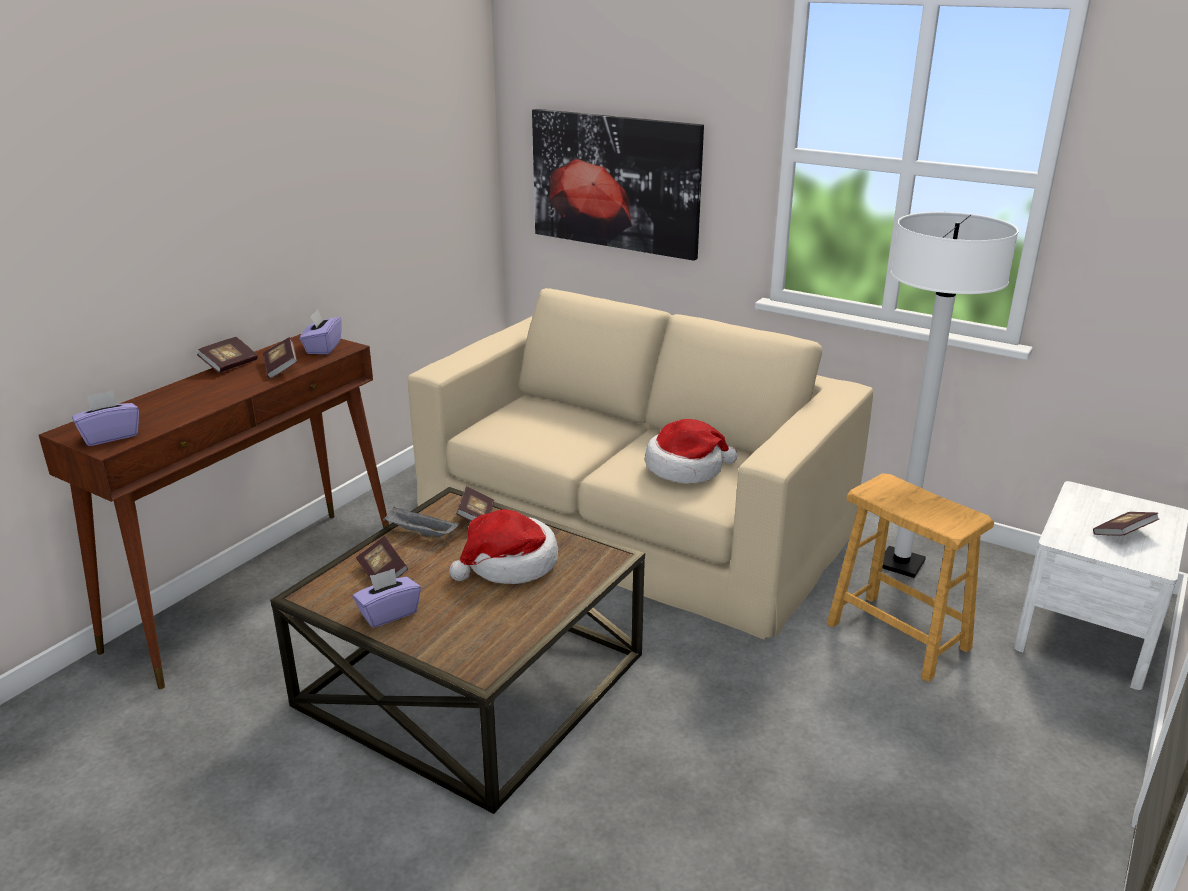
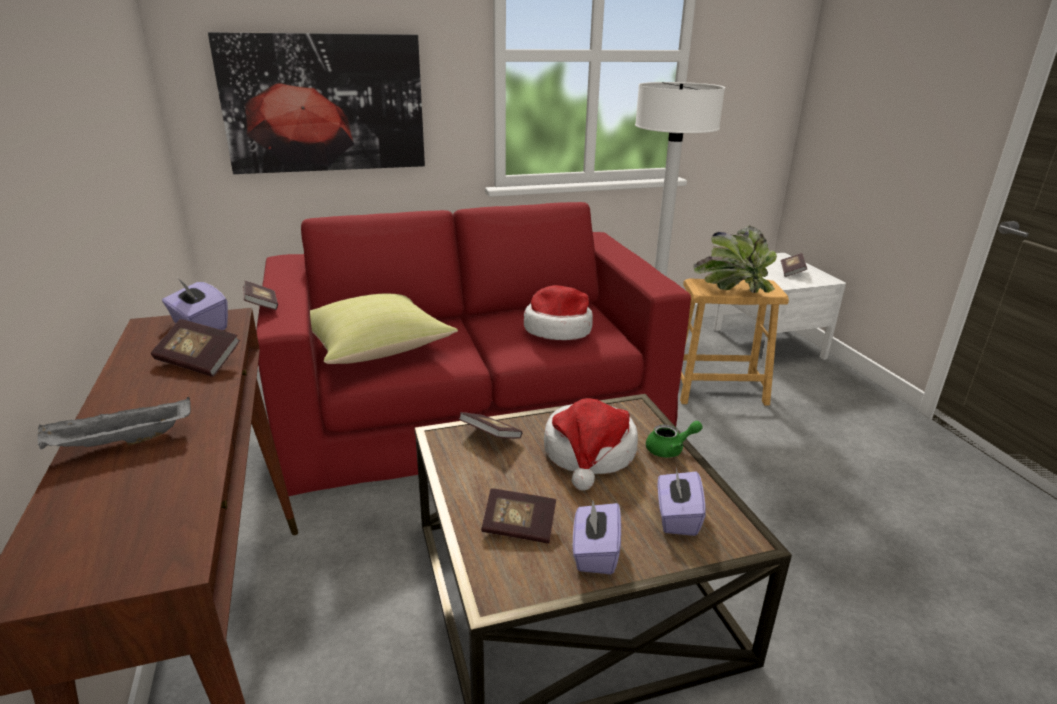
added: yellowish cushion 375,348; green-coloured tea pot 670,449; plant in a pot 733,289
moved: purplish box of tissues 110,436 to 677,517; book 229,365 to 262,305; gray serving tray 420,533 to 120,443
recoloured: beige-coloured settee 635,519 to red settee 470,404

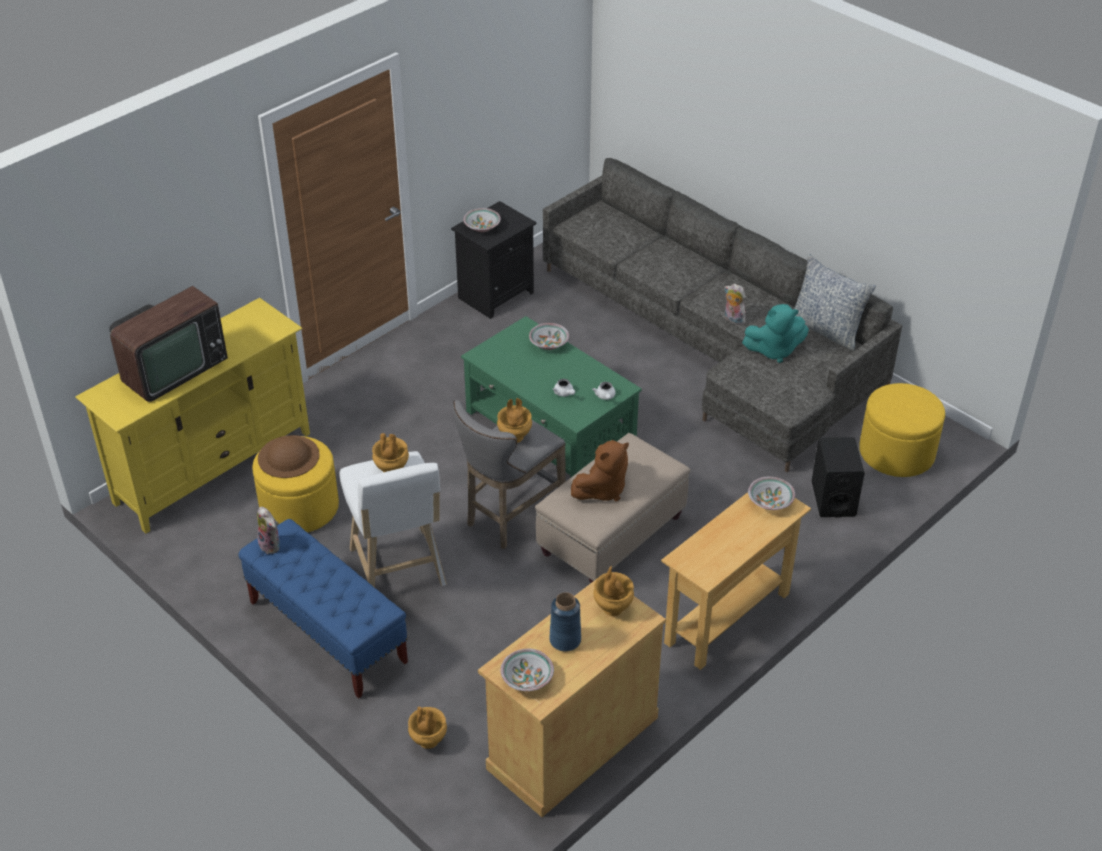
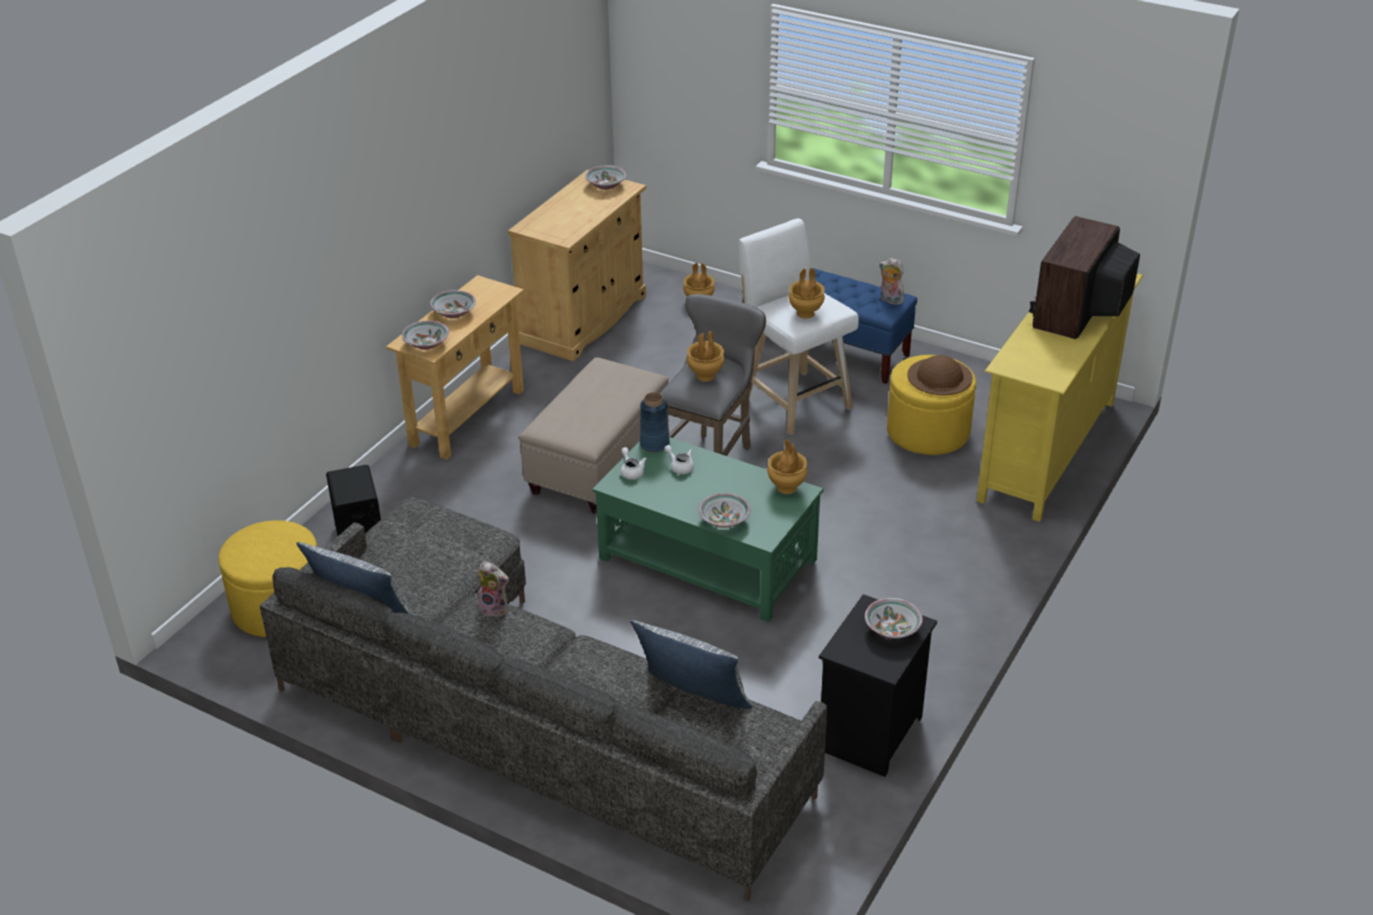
removed: brownish plush toy 602,490; blue-green plush toy 774,350
added: deep dish 453,313; cushion 692,699
moved: blue-coloured vase 565,640 to 654,444; brownish vase 612,608 to 787,488

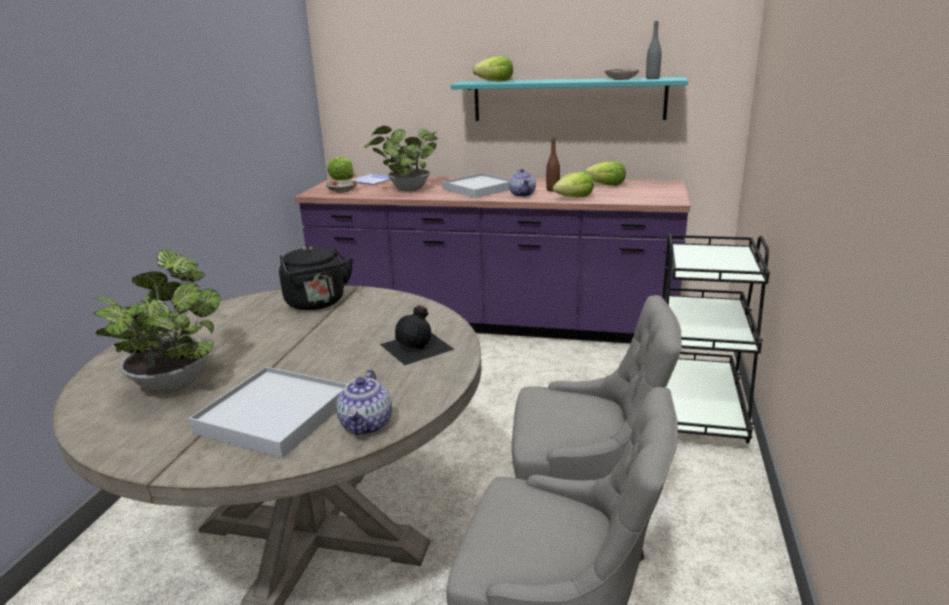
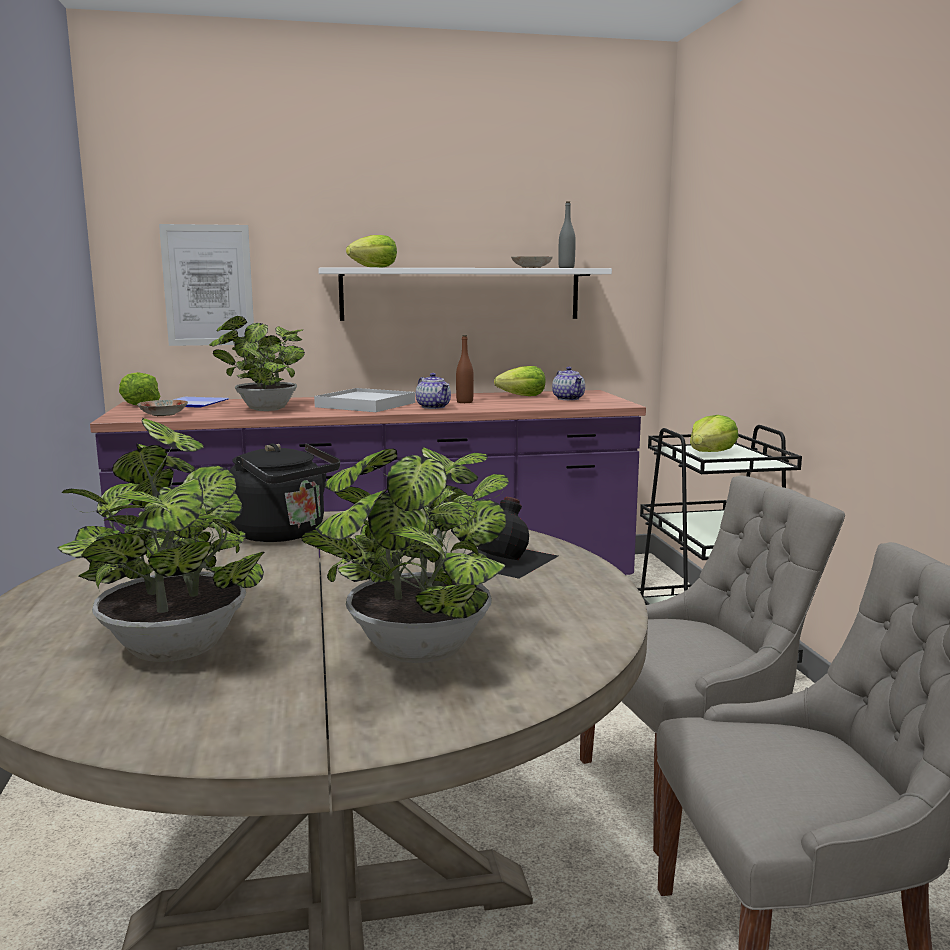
added: wall art 208,285
moved: tea pot 367,425 to 569,398; lettuce 574,198 to 711,453
replaced: white serving tray 275,415 to plant in a pot 415,655
recoloured: blue-green shelf 568,99 to white shelf 461,294

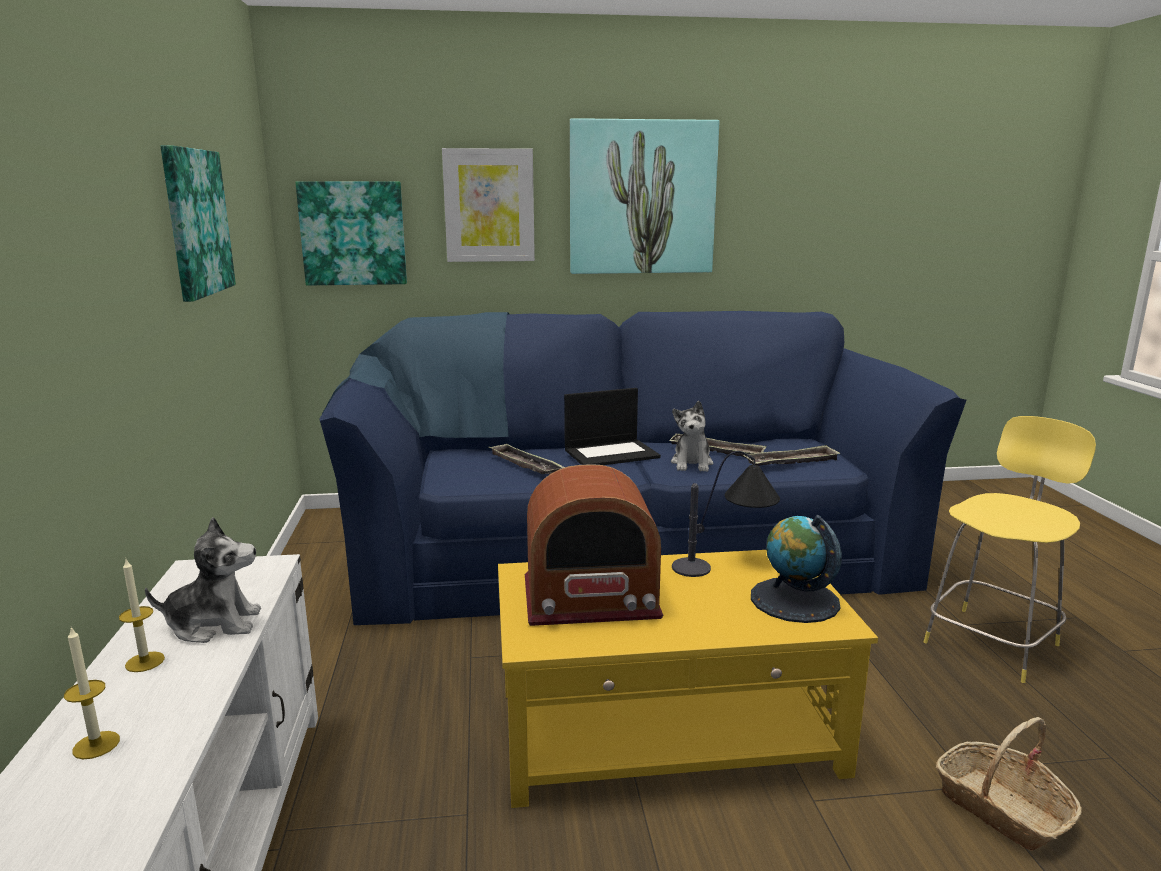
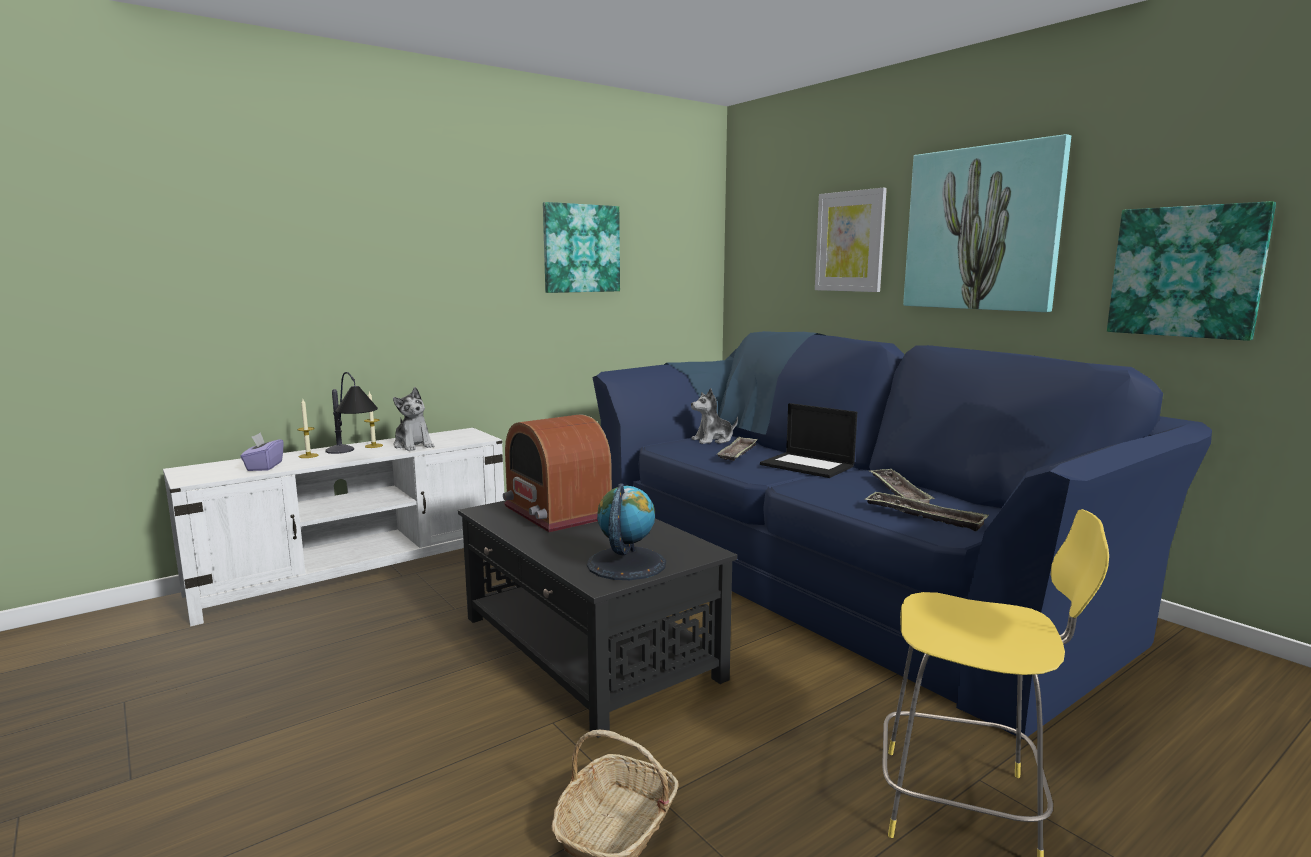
added: purplish box of tissues 264,466
moved: wall art 353,233 to 1186,272; plush toy 692,463 to 713,440; table lamp 726,562 to 353,455
recoloured: yellowish low table 668,731 to blackish low table 588,647

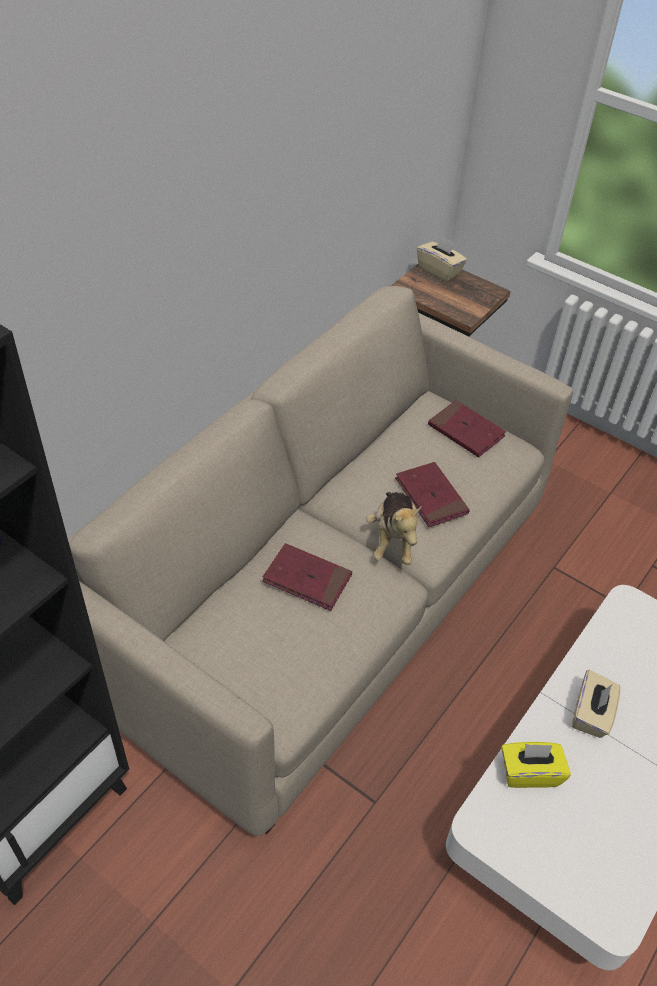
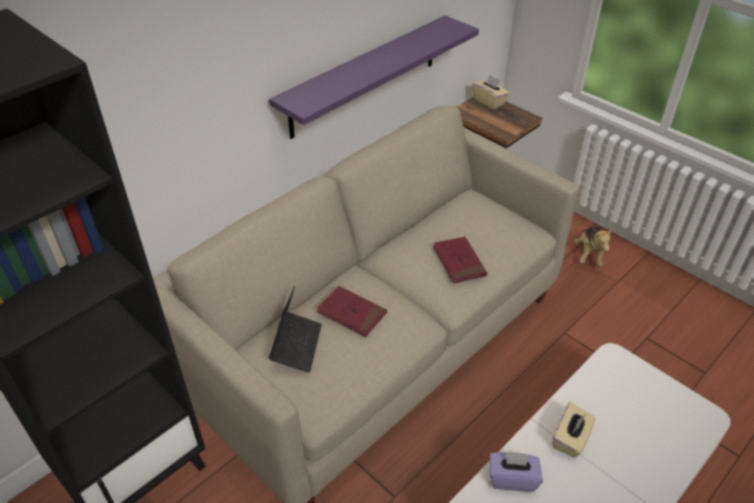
removed: red book 466,431
added: purplish shelf 365,76; portable computer 296,345
moved: plush toy 393,539 to 589,254
recoloured: yellowish box of tissues 529,772 to purplish box of tissues 512,478

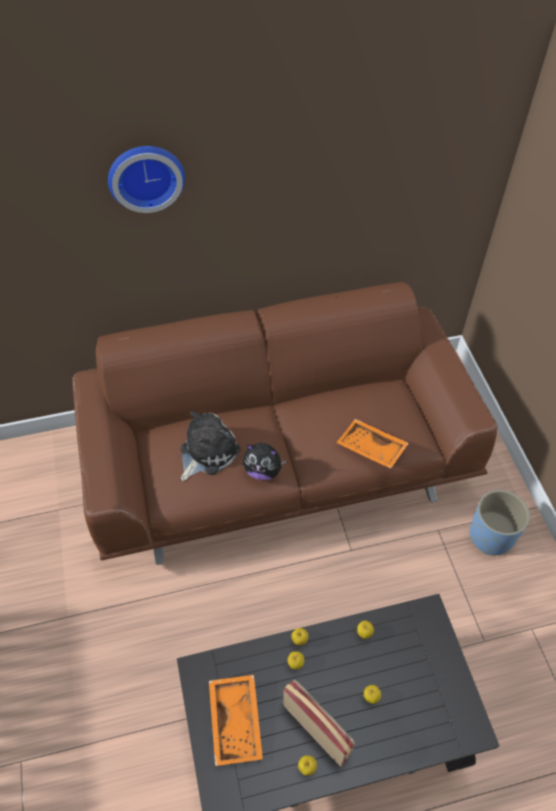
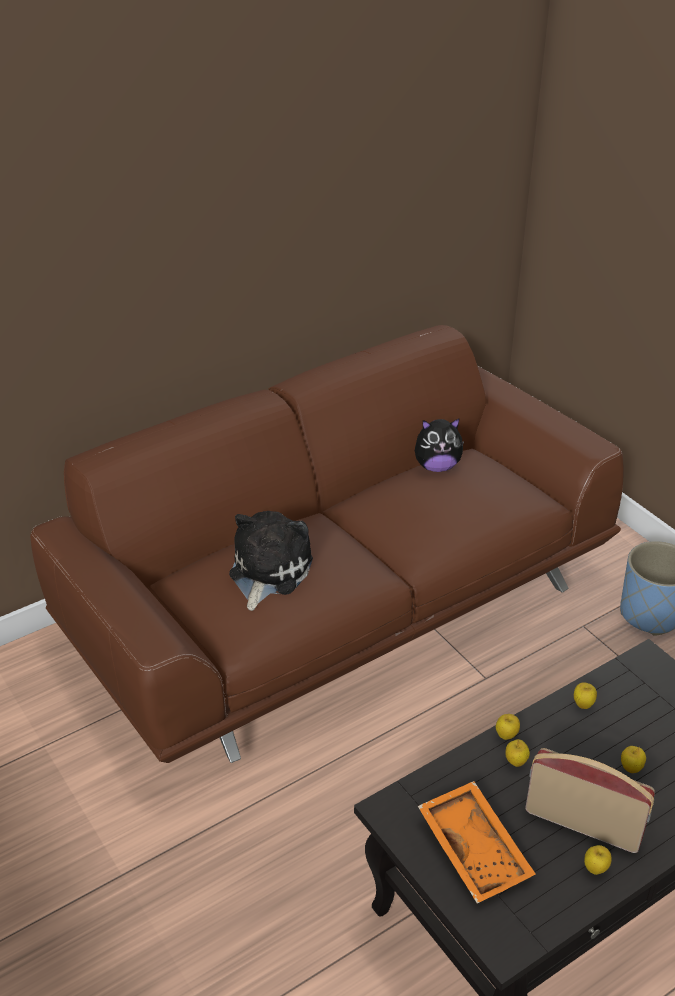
removed: clock on the wall 145,175; orange-coloured serving tray 370,449
moved: plush toy 263,471 to 437,466

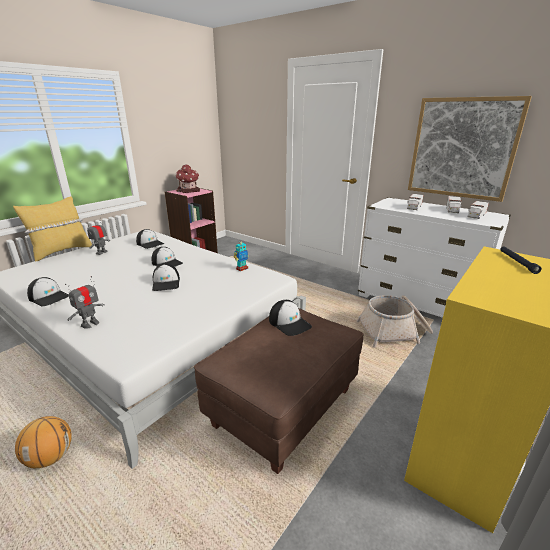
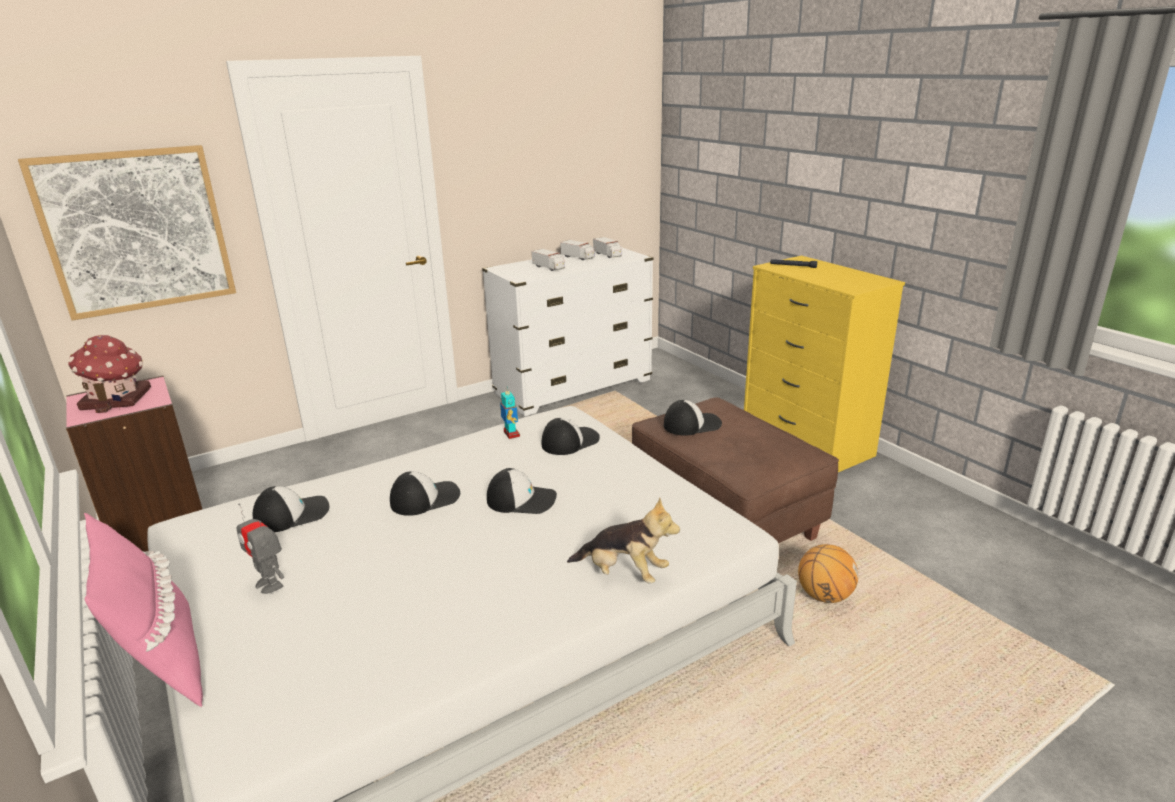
removed: basket 394,331
moved: basketball ball 50,457 to 824,596; peaked cap 49,297 to 569,441; wall art 462,148 to 136,231
replaced: robot figure 90,324 to plush toy 624,573
recoloured: yellowish cushion 61,251 to pink-coloured cushion 164,665

